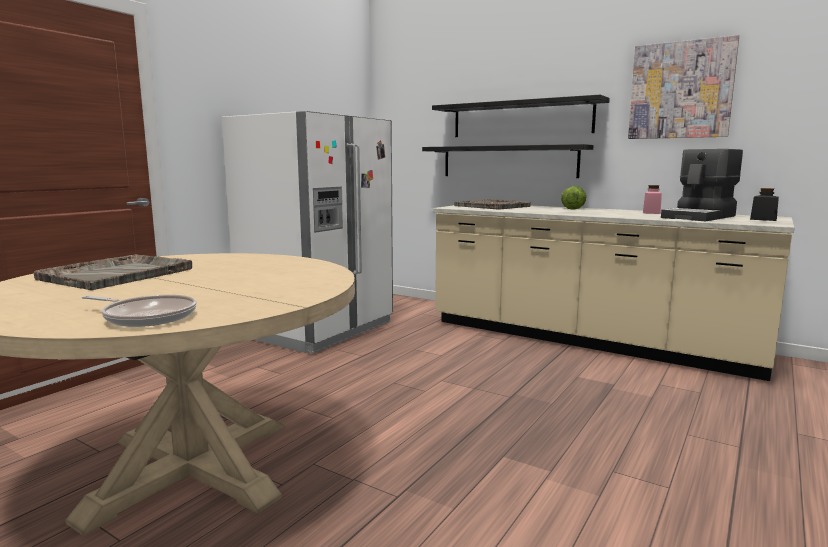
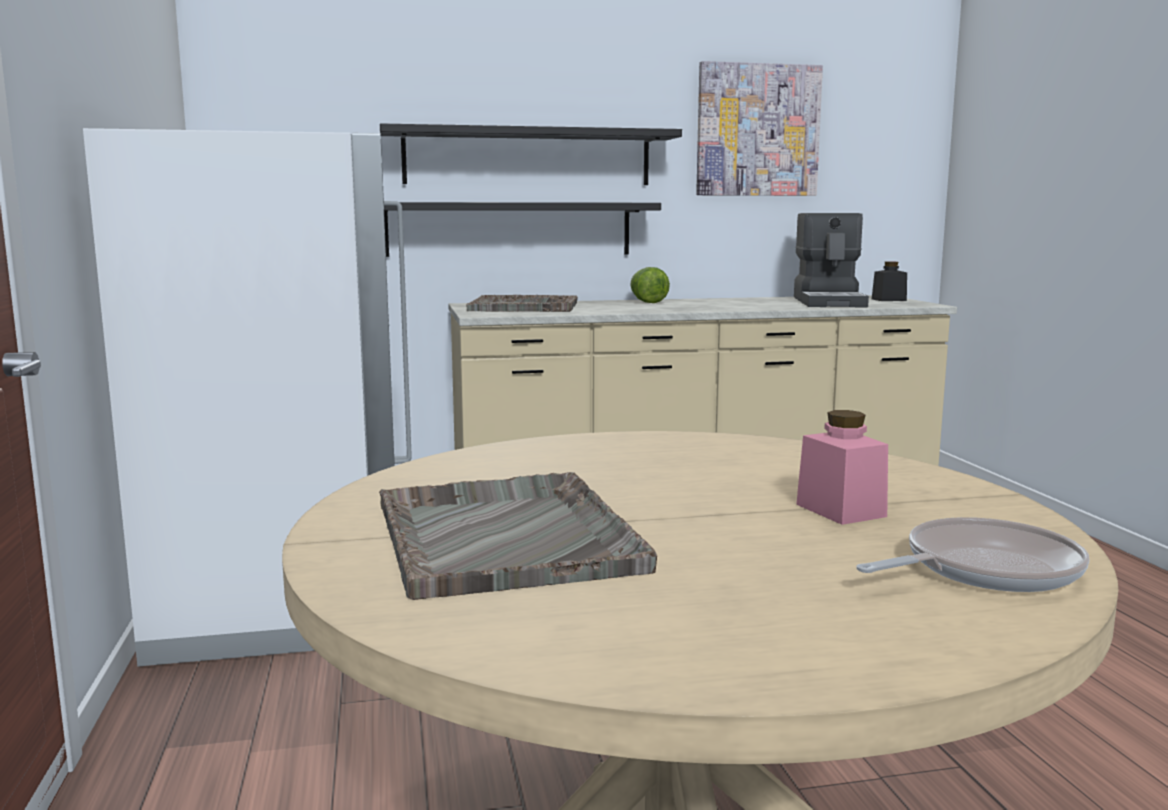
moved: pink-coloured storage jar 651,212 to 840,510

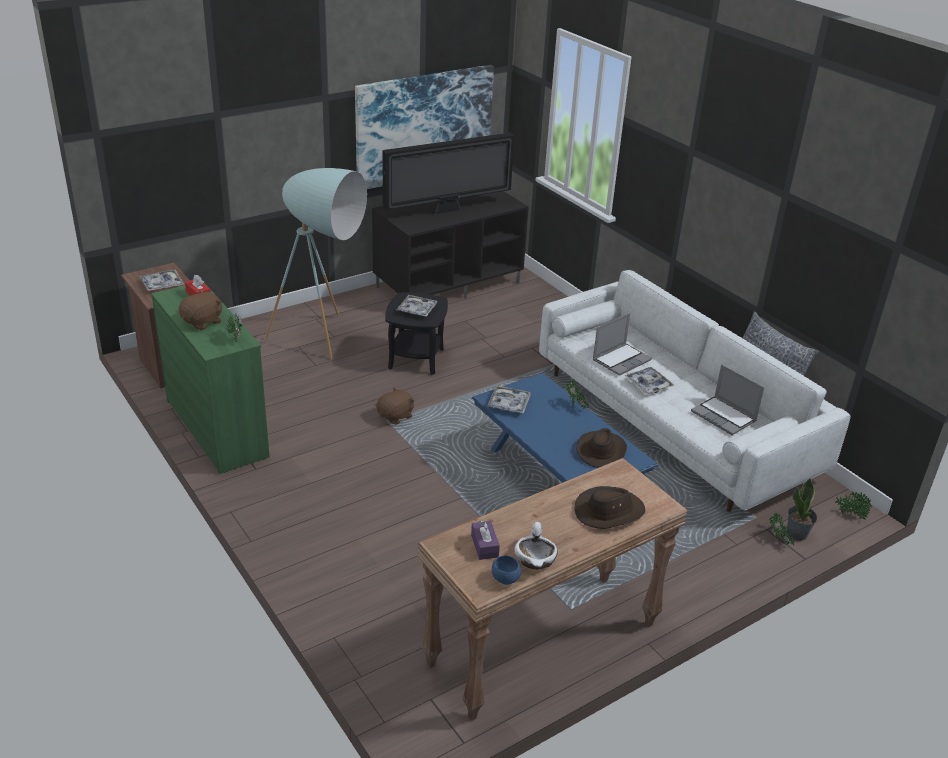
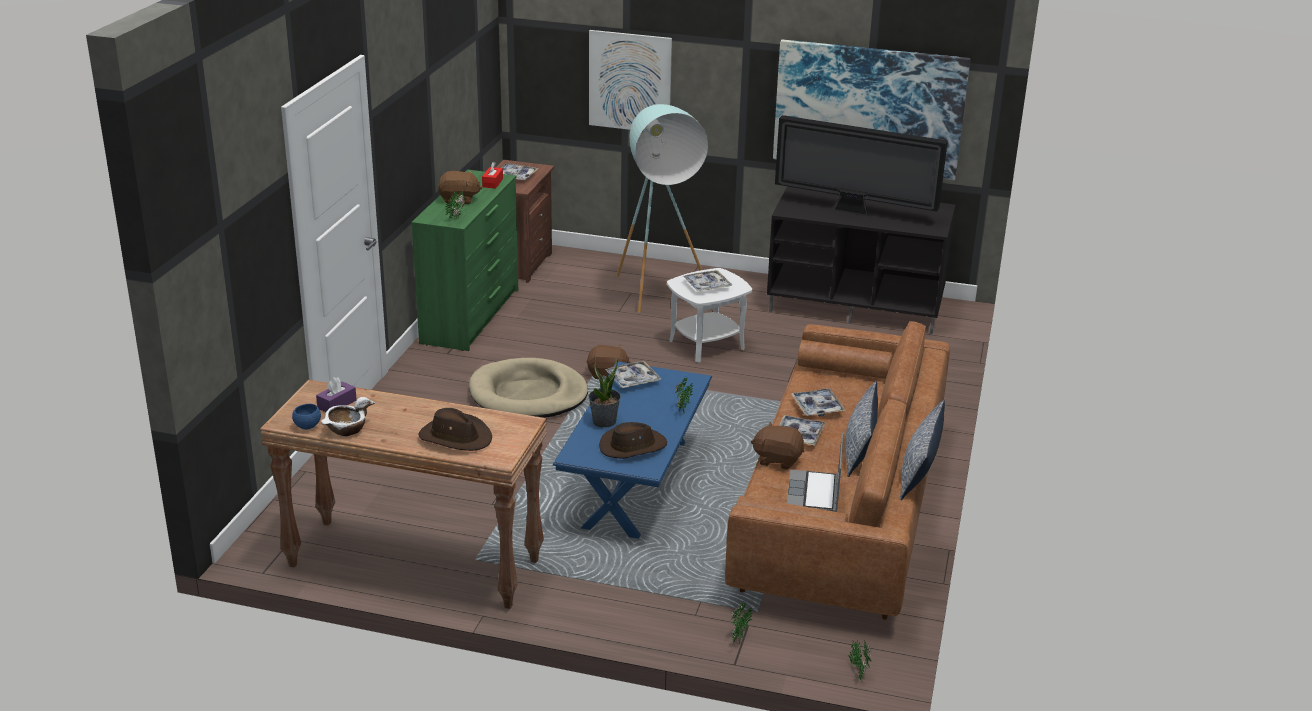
added: beige-coloured dog bed 528,394; wall art 630,81; brownish plush toy 777,459; cushion 859,447
moved: plant in a pot 797,534 to 604,421
replaced: portable computer 621,360 to serving tray 817,407
recoloured: blackish end table 416,359 to white end table 707,345; white settee 672,422 to brownish settee 840,507

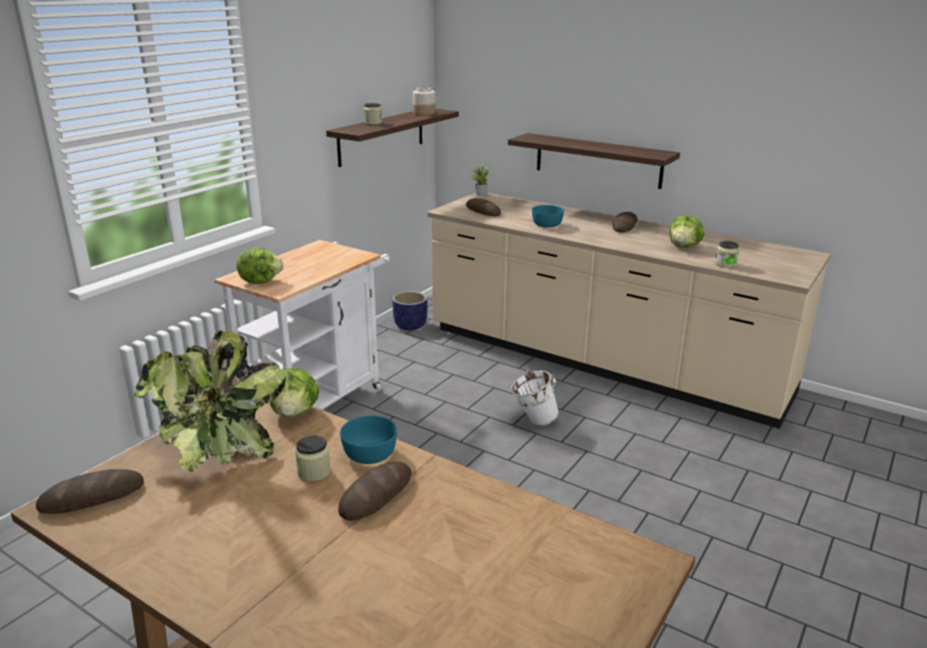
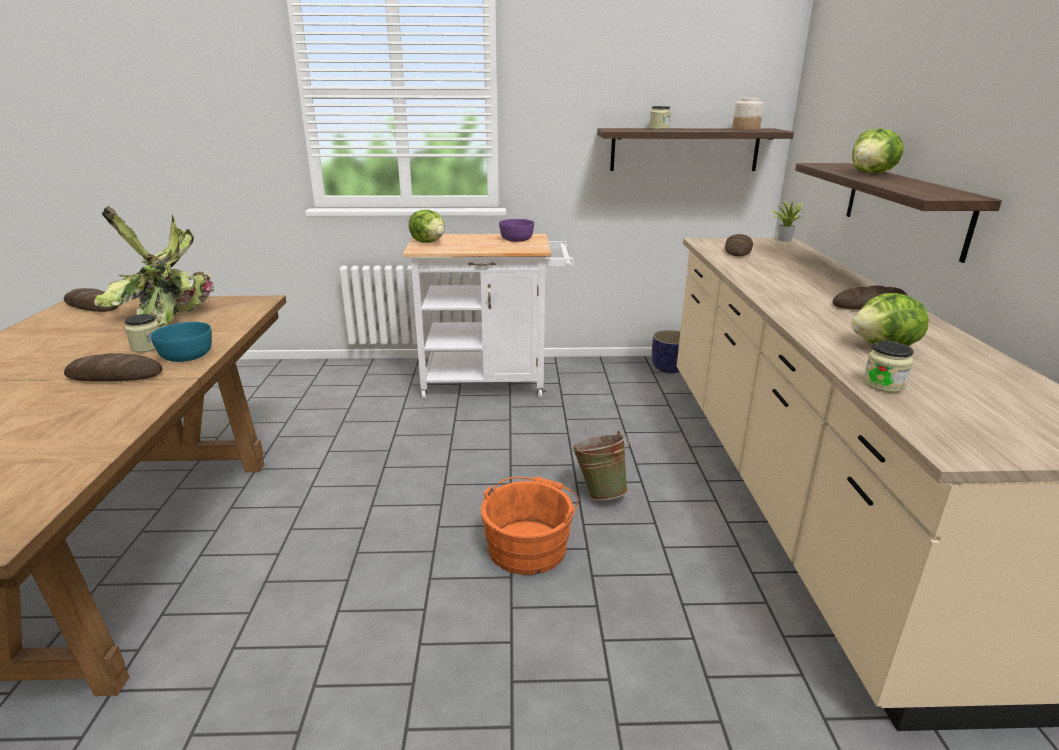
removed: blue-green deep dish 547,224
added: orange-coloured water bucket 529,544; purplish deep dish 517,239
moved: lettuce 295,413 to 872,173
recoloured: white water bucket 533,421 to green-coloured water bucket 599,492

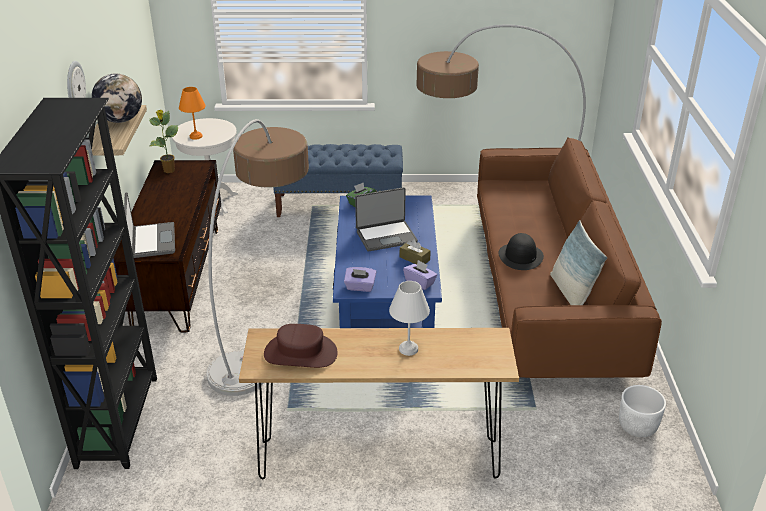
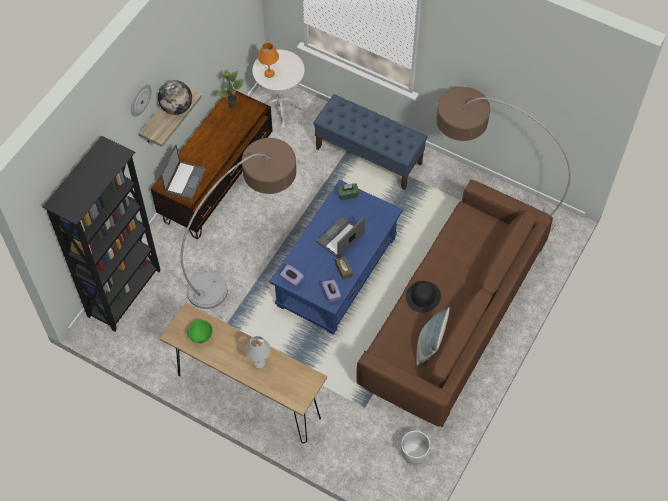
replaced: brownish hat 300,353 to green-coloured deep dish 201,336
turned: portable computer 386,236 = 341,238 120 degrees clockwise

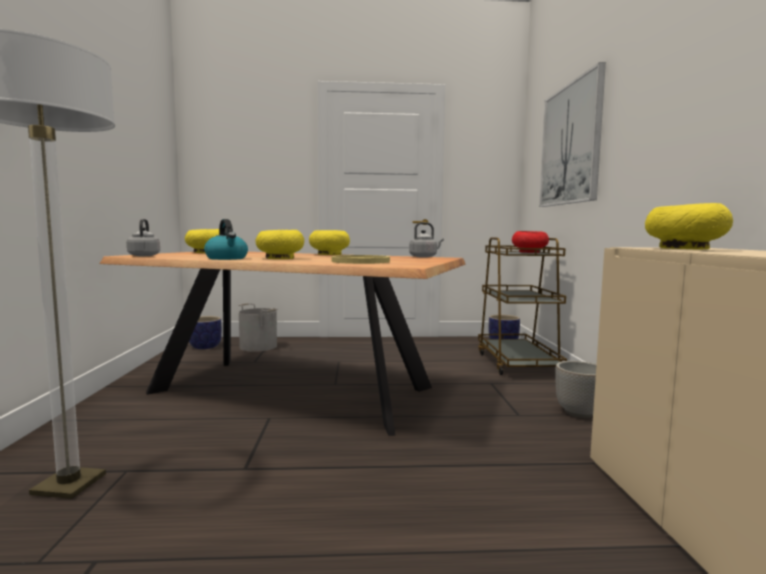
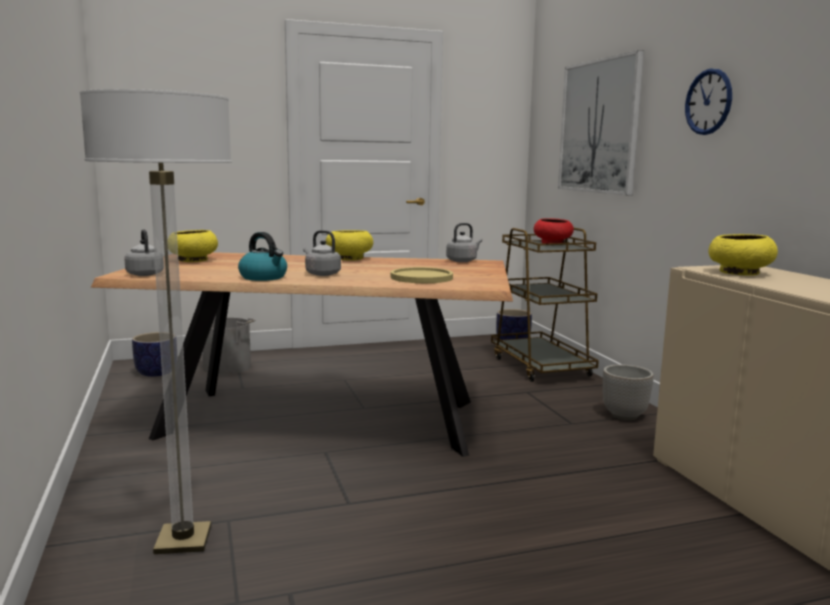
added: clock on the wall 708,102
replaced: yellowish deep dish 279,258 to gray kettle 321,274

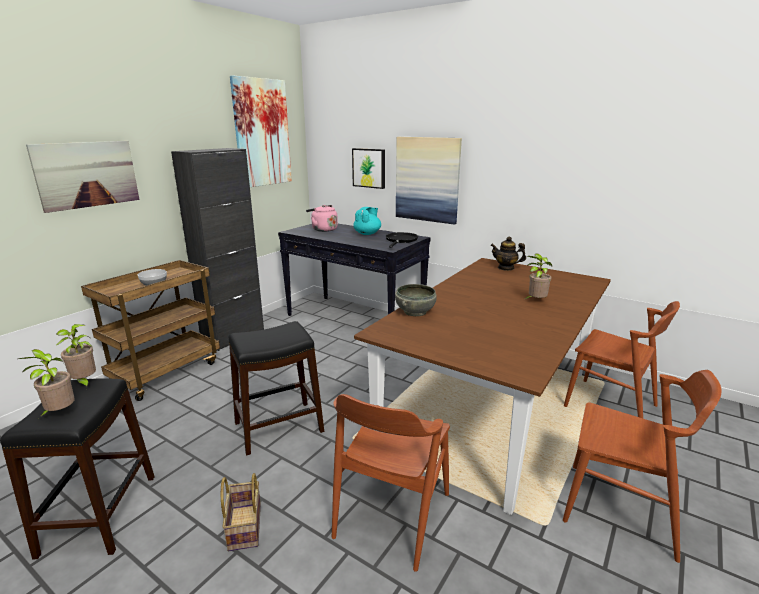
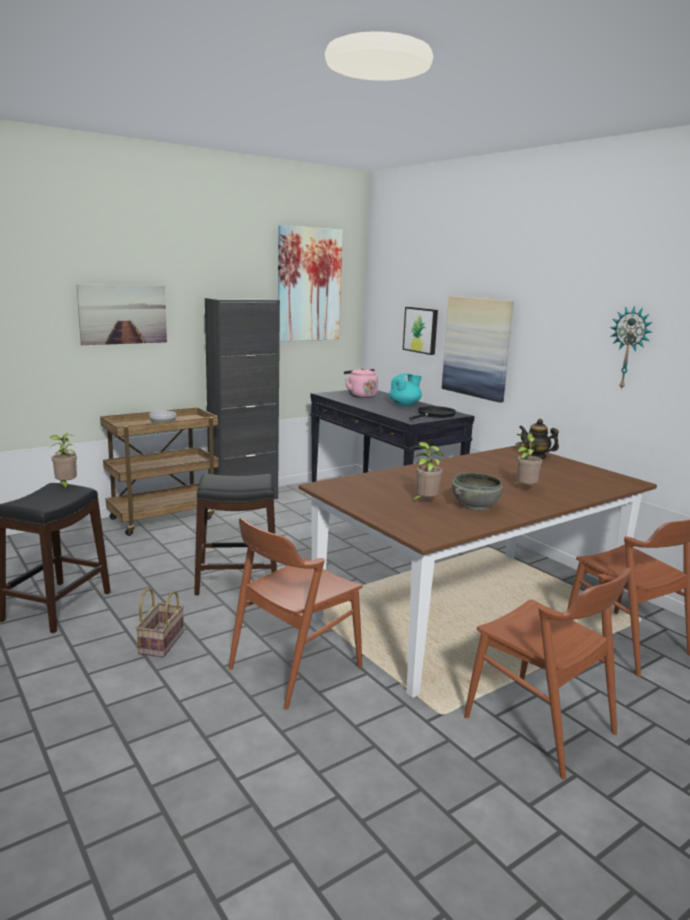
added: clock on the wall 629,348
moved: plant in a pot 59,413 to 425,502; gray deep dish 414,311 to 474,505

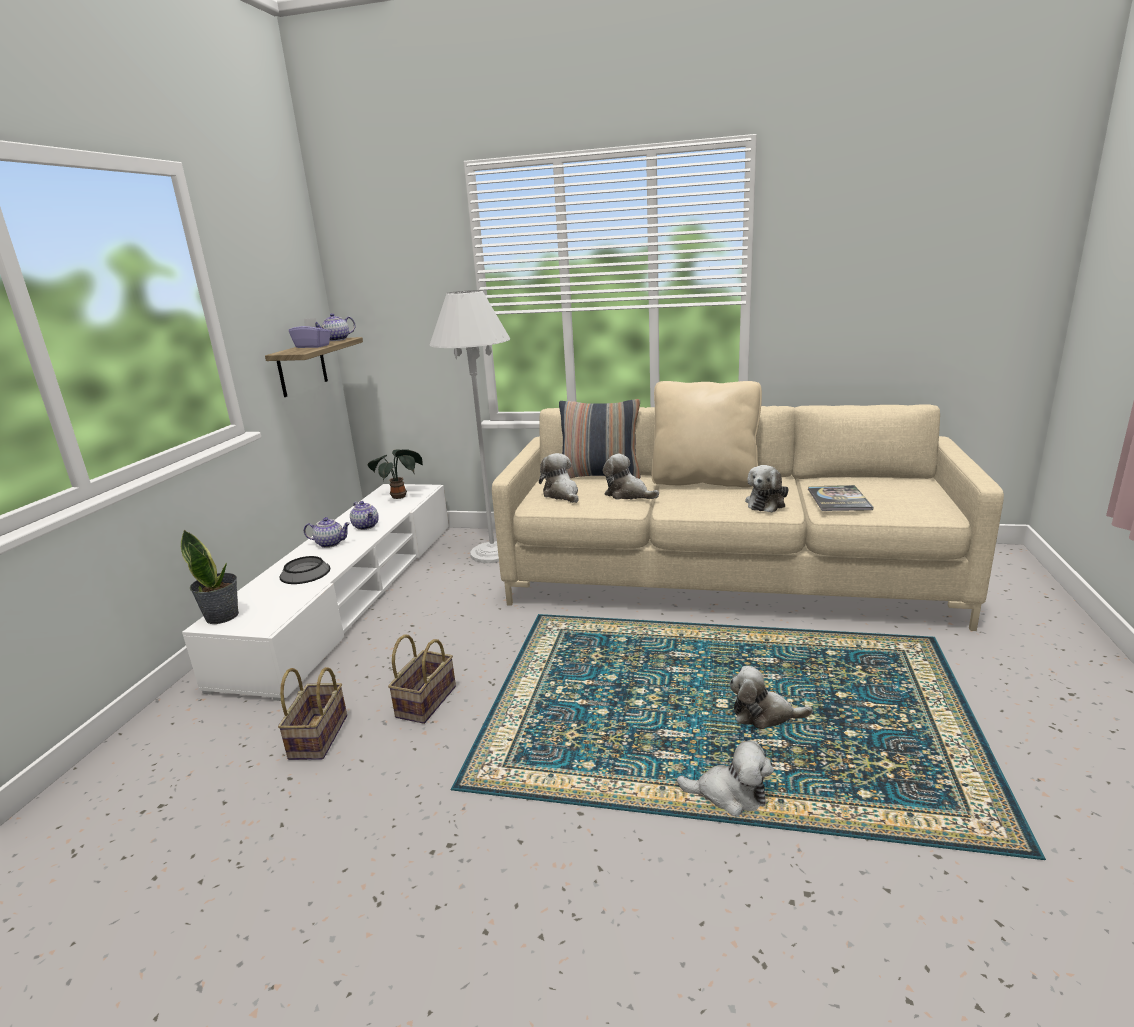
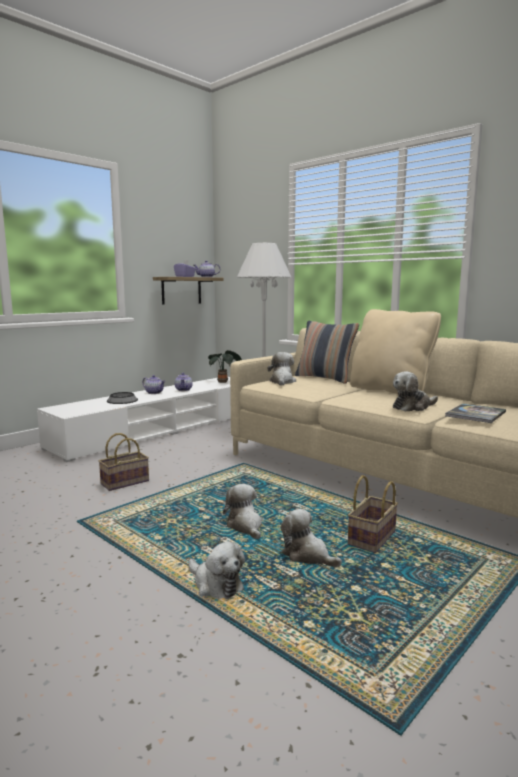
removed: plant in a pot 223,616
moved: basket 319,738 to 372,539; plush toy 628,494 to 245,526

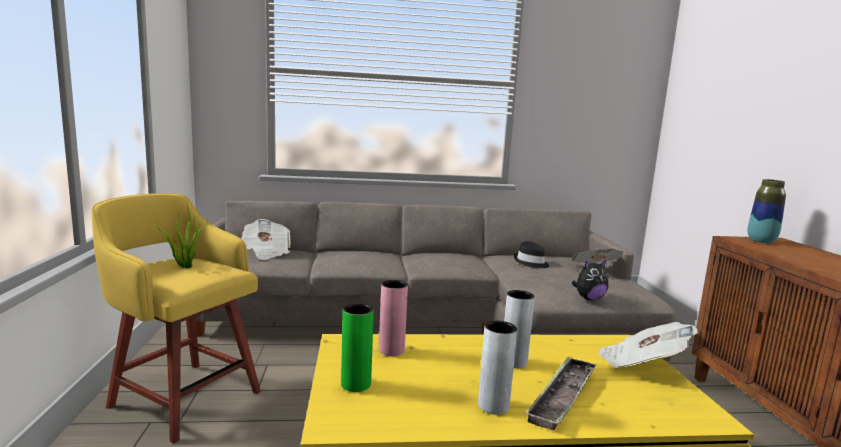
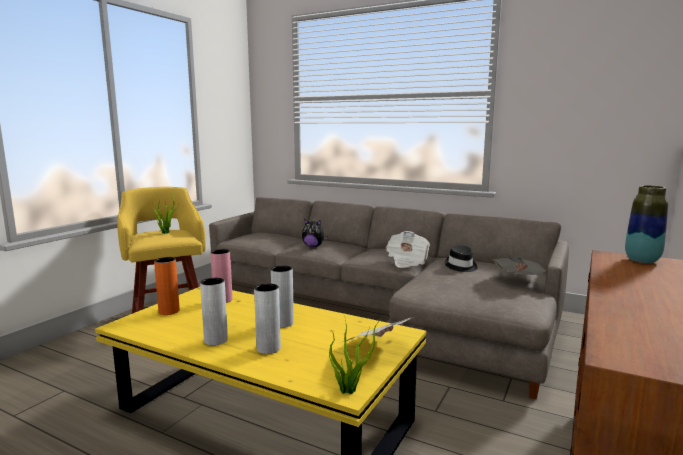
added: plant in a pot 350,390
moved: newspaper 266,252 to 406,261; plush toy 589,298 to 313,246
replaced: serving tray 562,397 to gray vase 268,348
recoloured: green-coloured vase 356,384 to orange-coloured vase 169,311

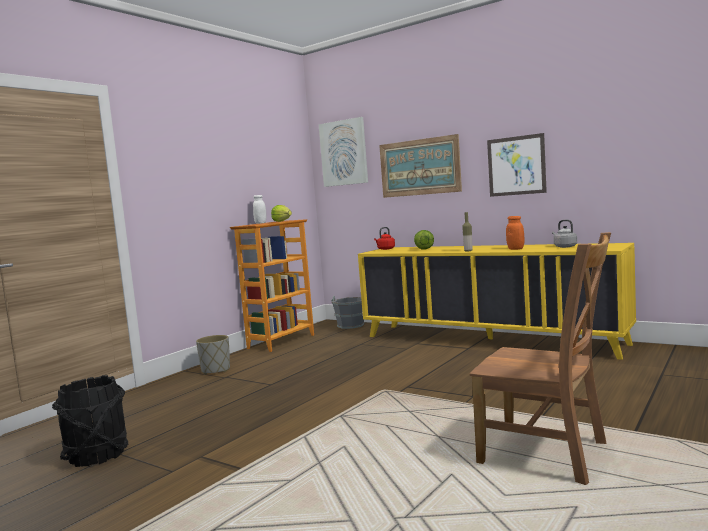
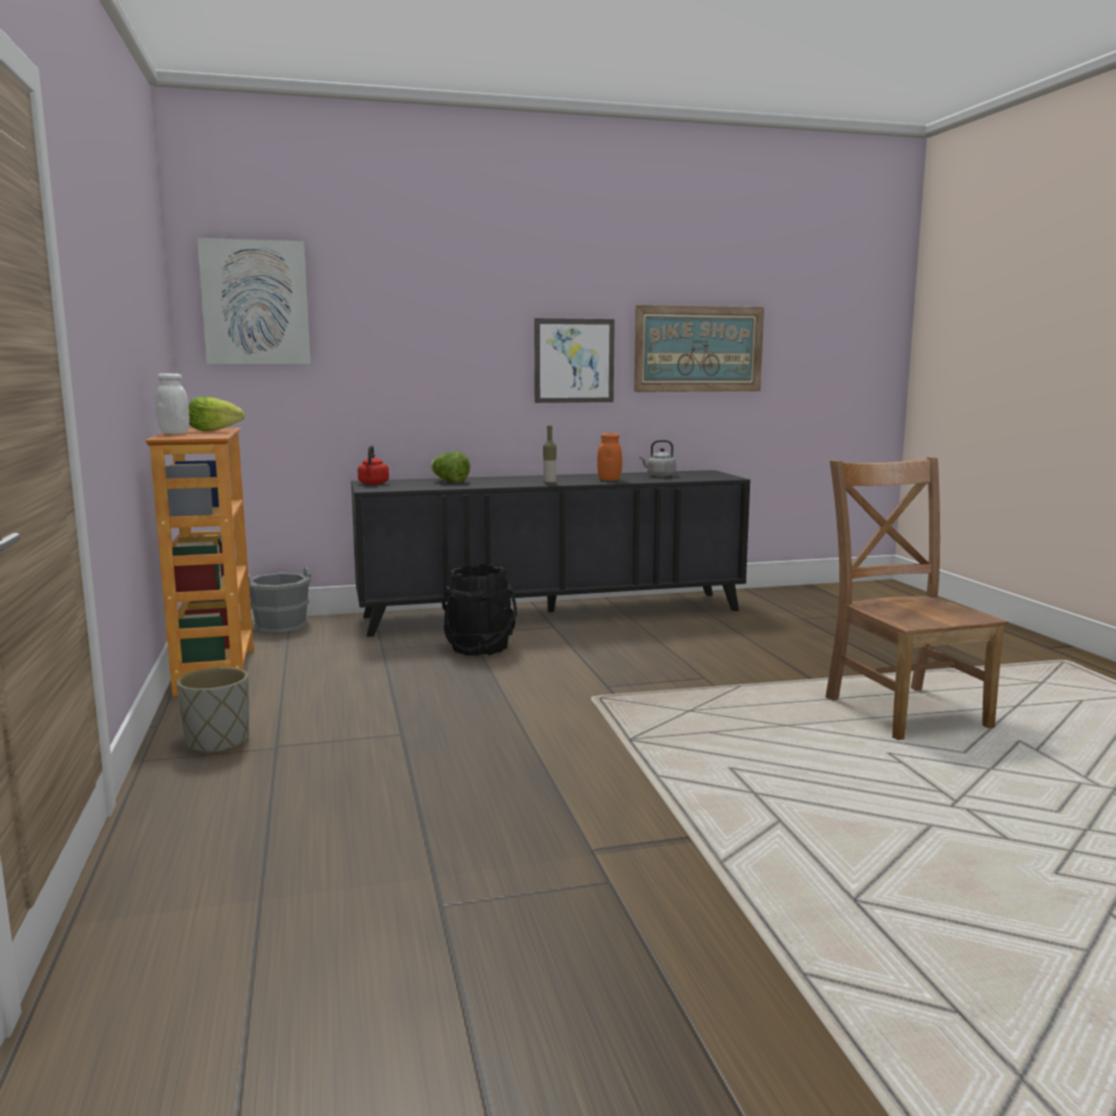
moved: blackish water bucket 97,455 to 479,647; wall art 419,167 to 698,349
recoloured: yellowish cupboard 488,340 to blackish cupboard 552,613
turned: brownish upright chair 548,454 = 903,710 90 degrees counterclockwise

